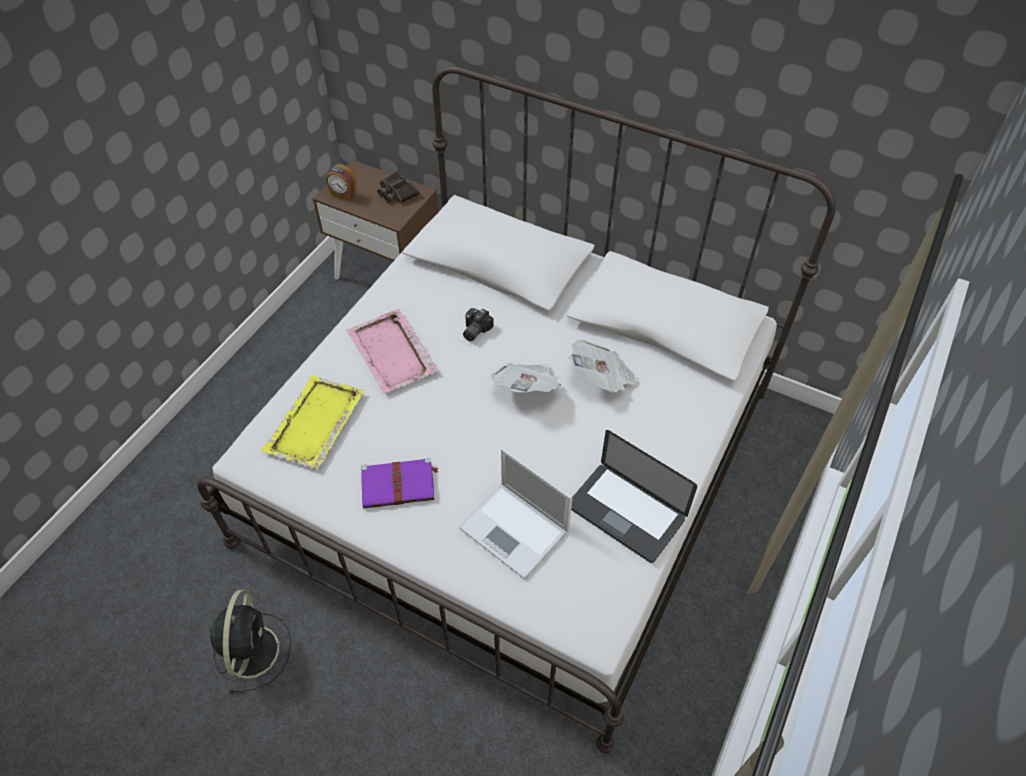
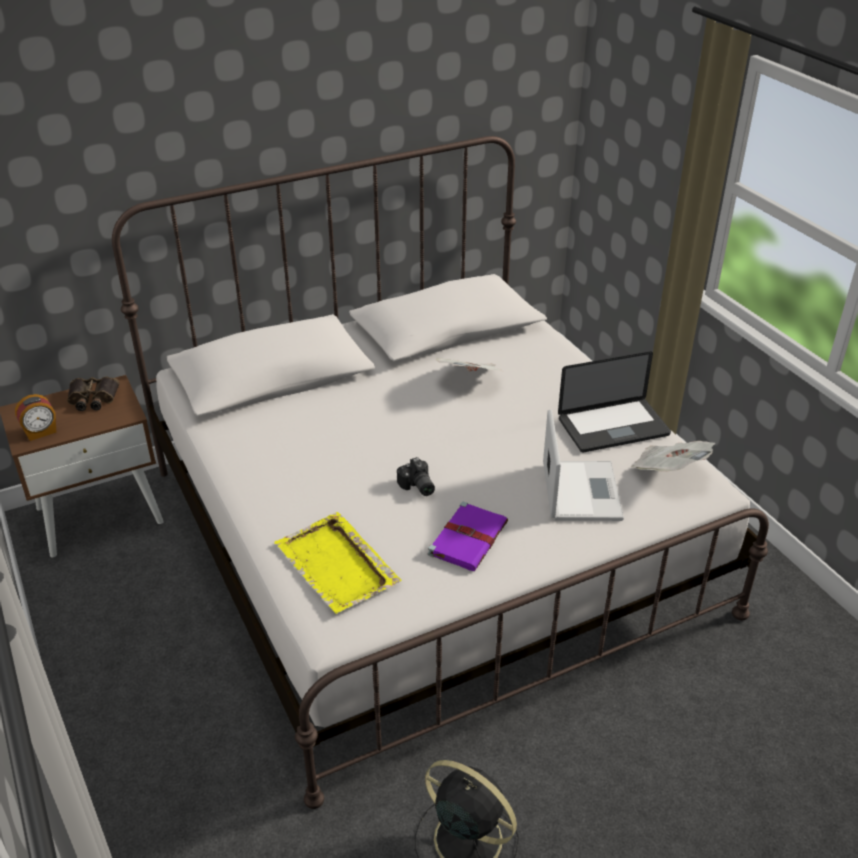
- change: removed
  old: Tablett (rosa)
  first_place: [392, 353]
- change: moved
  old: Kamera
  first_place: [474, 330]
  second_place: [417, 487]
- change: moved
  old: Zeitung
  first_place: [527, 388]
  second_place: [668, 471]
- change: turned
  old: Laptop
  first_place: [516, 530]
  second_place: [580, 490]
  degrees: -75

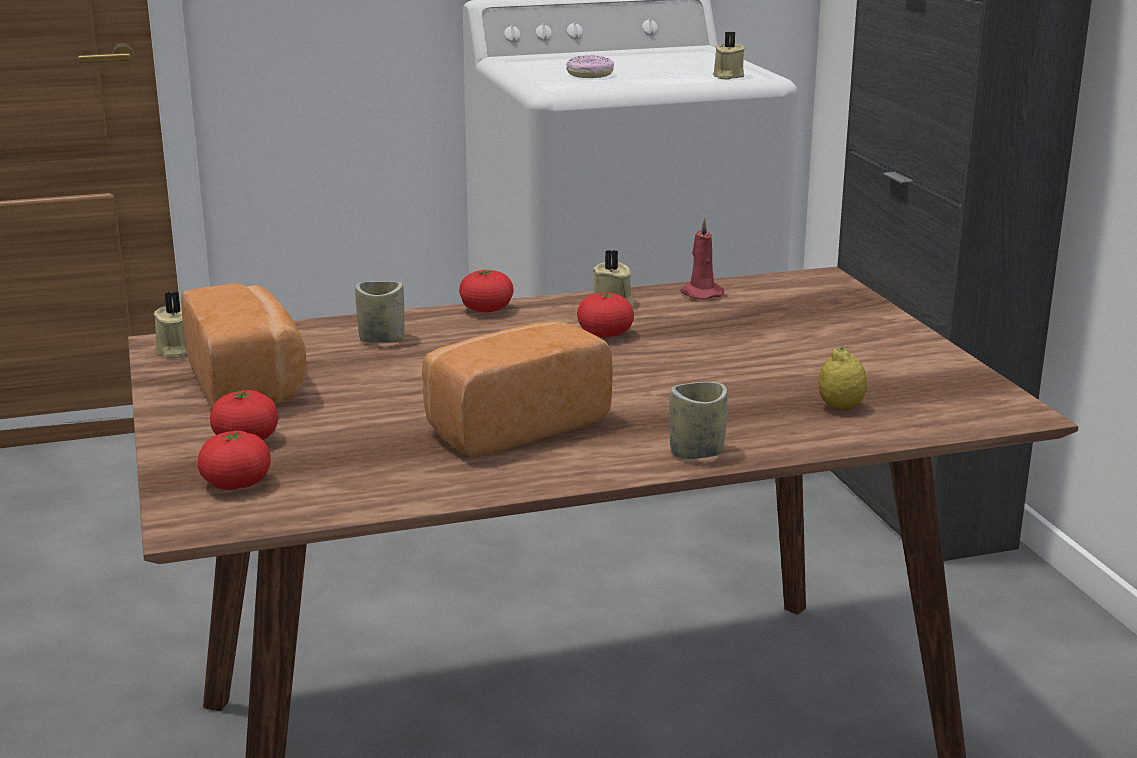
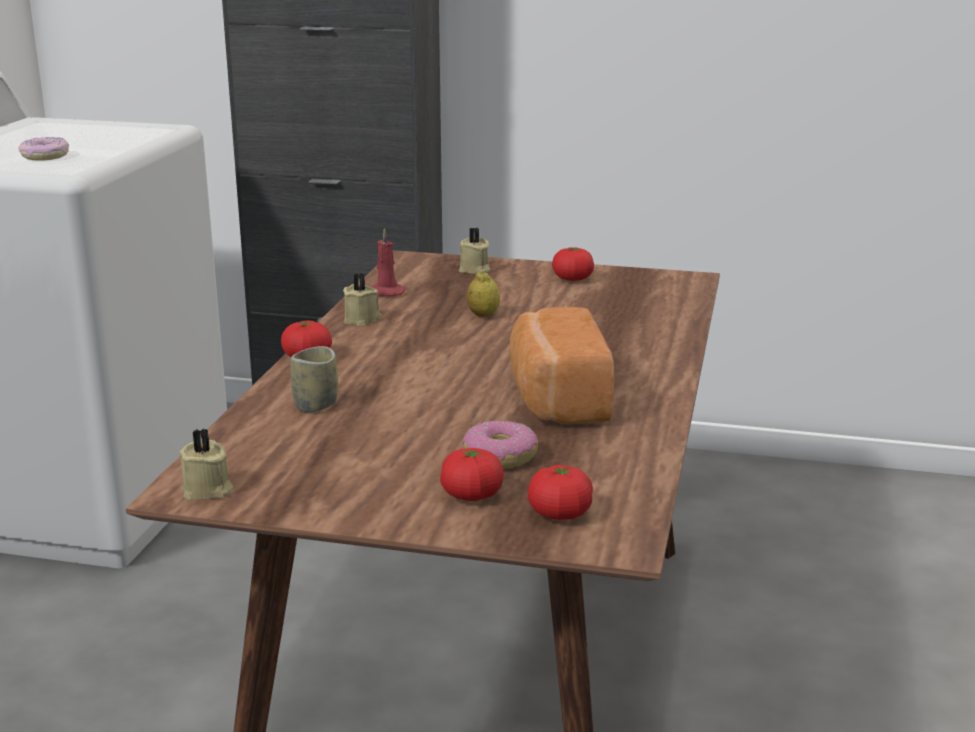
- change: removed
  old: Brot
  first_place: [249, 385]
- change: removed
  old: Tasse
  first_place: [696, 452]
- change: added
  new: Donut
  second_place: [501, 456]
- change: moved
  old: Tomate
  first_place: [605, 334]
  second_place: [572, 279]
- change: moved
  old: Kerze (beige)
  first_place: [727, 76]
  second_place: [475, 270]
- change: moved
  old: Zitrone
  first_place: [840, 407]
  second_place: [483, 315]

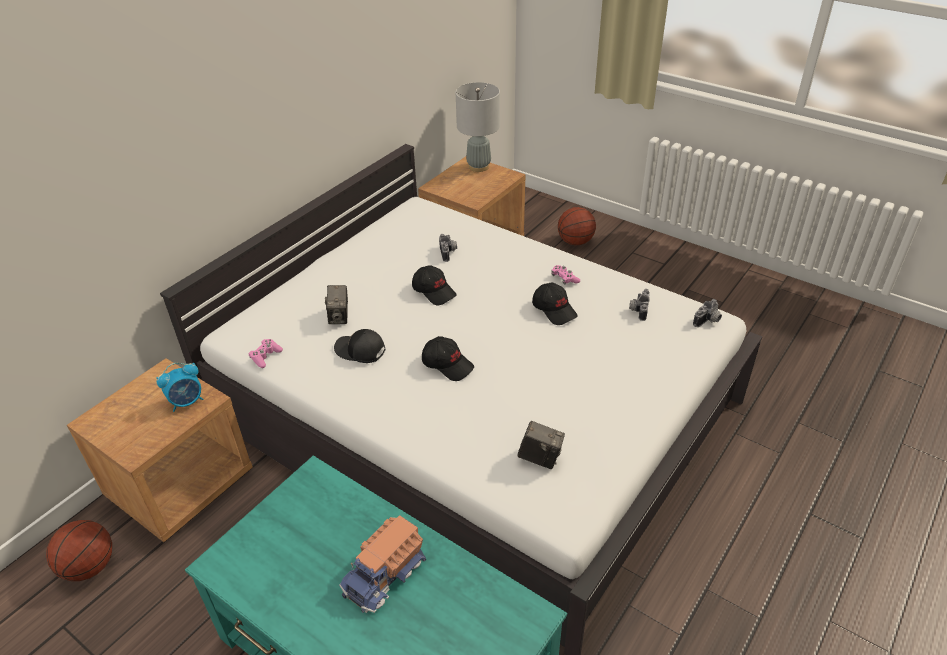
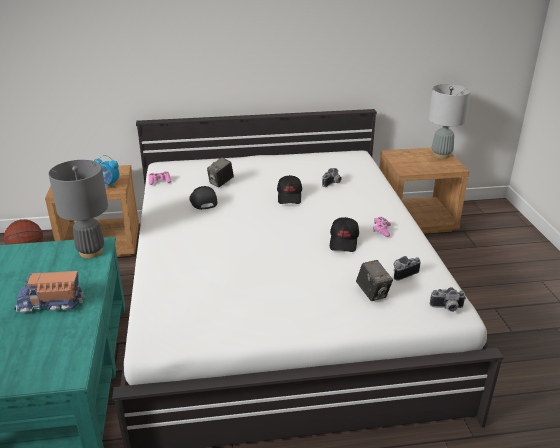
- change: removed
  old: Kappe (schwarz)
  first_place: [447, 364]
- change: removed
  old: Basketball
  first_place: [575, 242]
- change: added
  new: Tischlampe (grau)
  second_place: [91, 252]
- change: moved
  old: Kamera
  first_place: [540, 458]
  second_place: [372, 293]

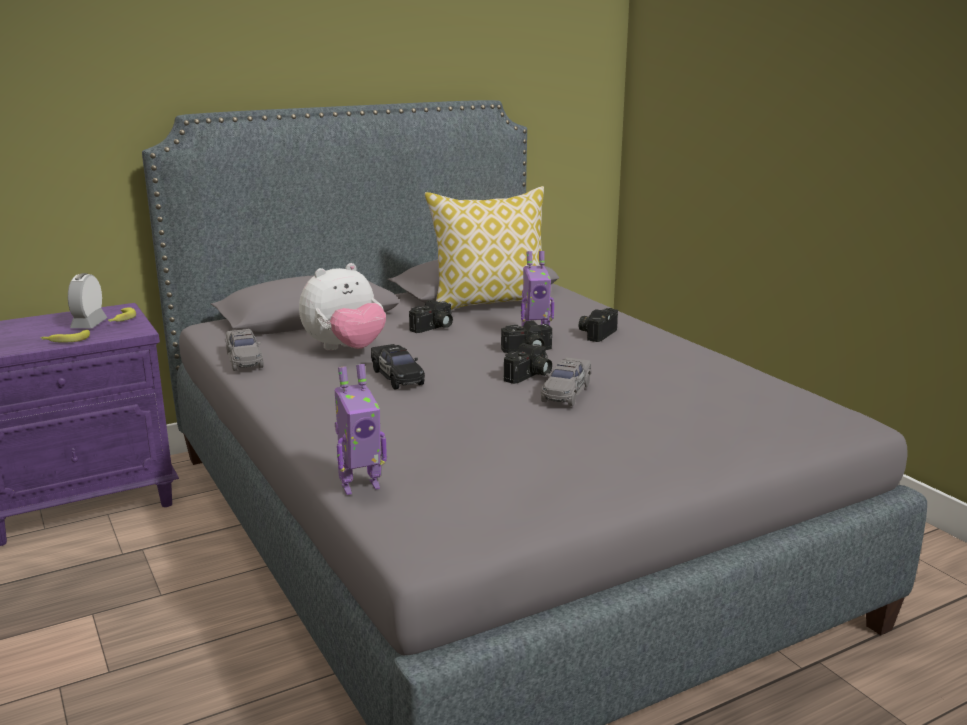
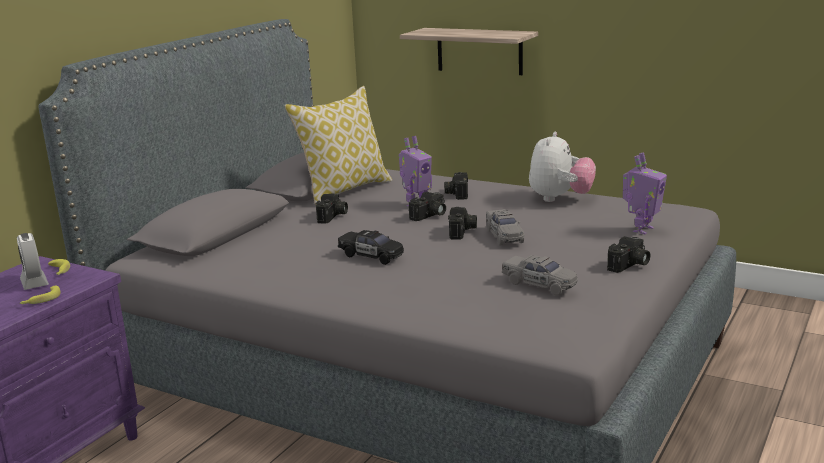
- change: added
  new: Wandregal
  second_place: [479, 51]
- change: added
  new: Kamera
  second_place: [629, 265]
- change: moved
  old: Spielzeugauto (grau)
  first_place: [244, 360]
  second_place: [539, 284]
- change: moved
  old: Plüschtier
  first_place: [345, 349]
  second_place: [560, 198]
- change: moved
  old: Spielzeugroboter
  first_place: [359, 485]
  second_place: [641, 229]

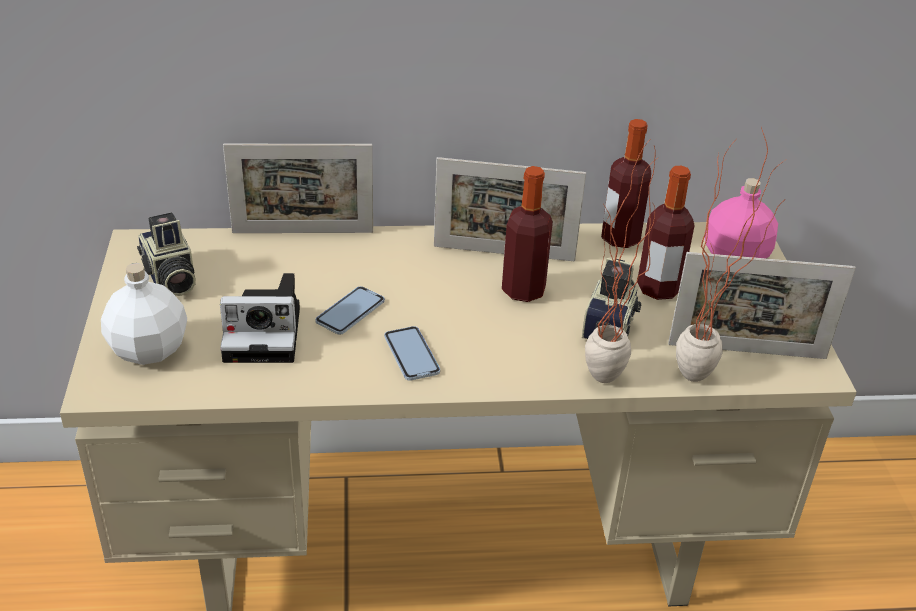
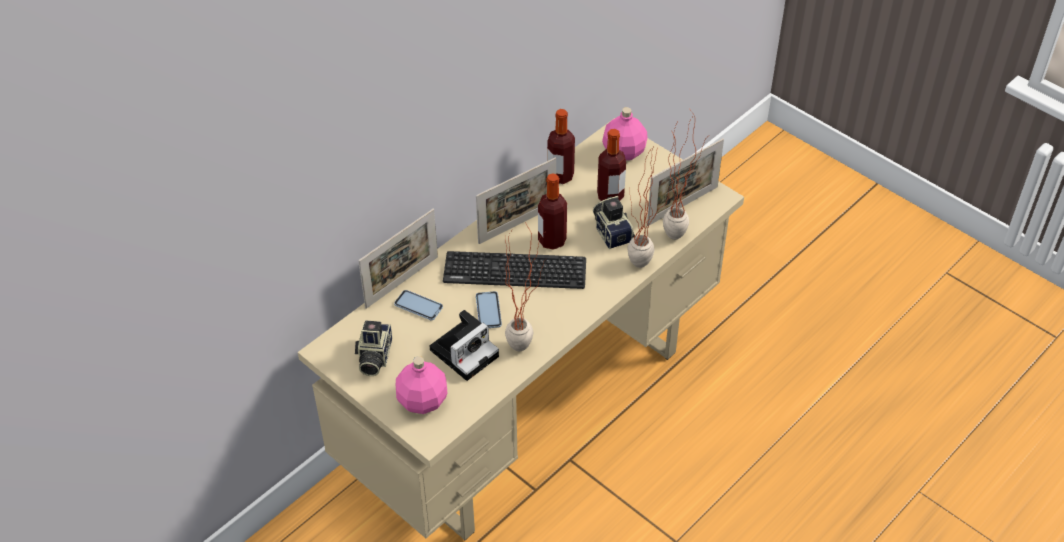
- change: added
  new: Tastatur
  second_place: [515, 271]
- change: added
  new: Topfpflanze
  second_place: [528, 345]
- change: moved
  old: Handy
  first_place: [411, 355]
  second_place: [418, 306]
- change: recoloured
  old: Flasche (weiß)
  new: Flasche (rosa)
  first_place: [148, 350]
  second_place: [422, 401]
- change: turned
  old: Kamera
  first_place: [169, 278]
  second_place: [373, 357]
  degrees: 75

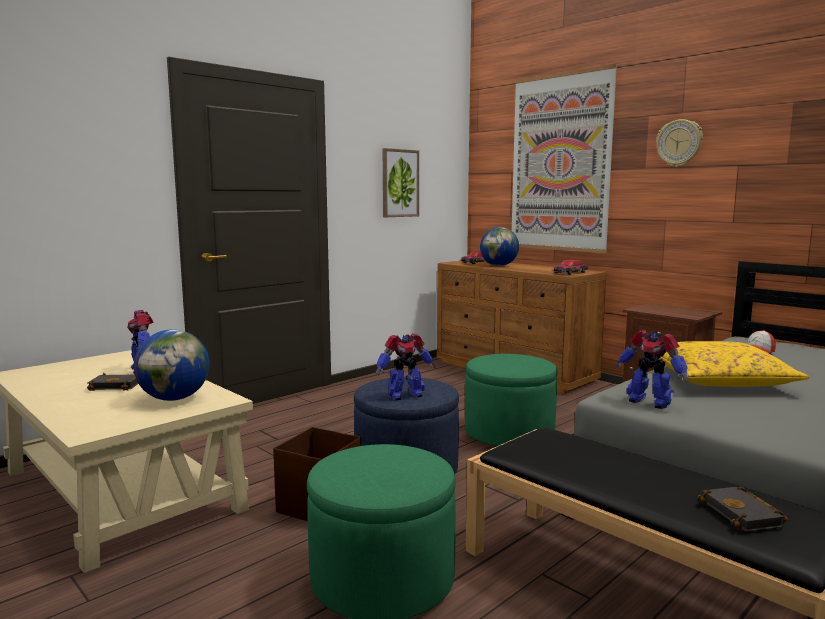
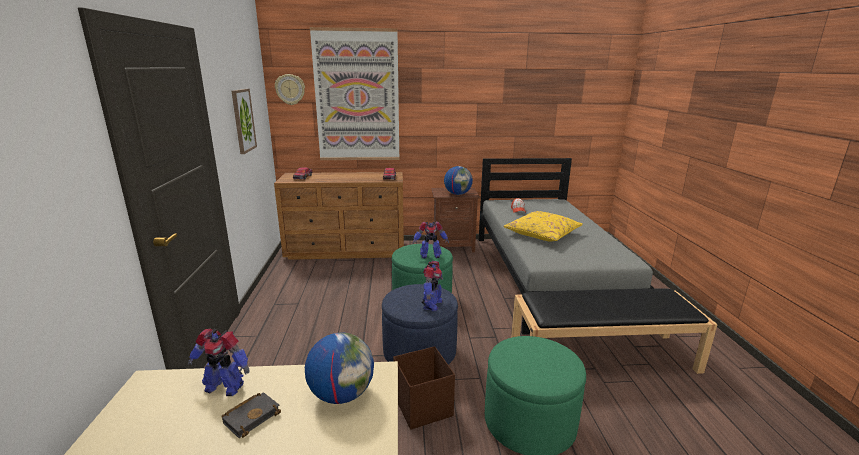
- change: removed
  old: Buch (schwarz)
  first_place: [744, 515]
- change: moved
  old: Globus
  first_place: [499, 266]
  second_place: [457, 194]
- change: moved
  old: Spielzeugroboter
  first_place: [649, 402]
  second_place: [430, 255]
- change: moved
  old: Wanduhr
  first_place: [679, 143]
  second_place: [290, 89]

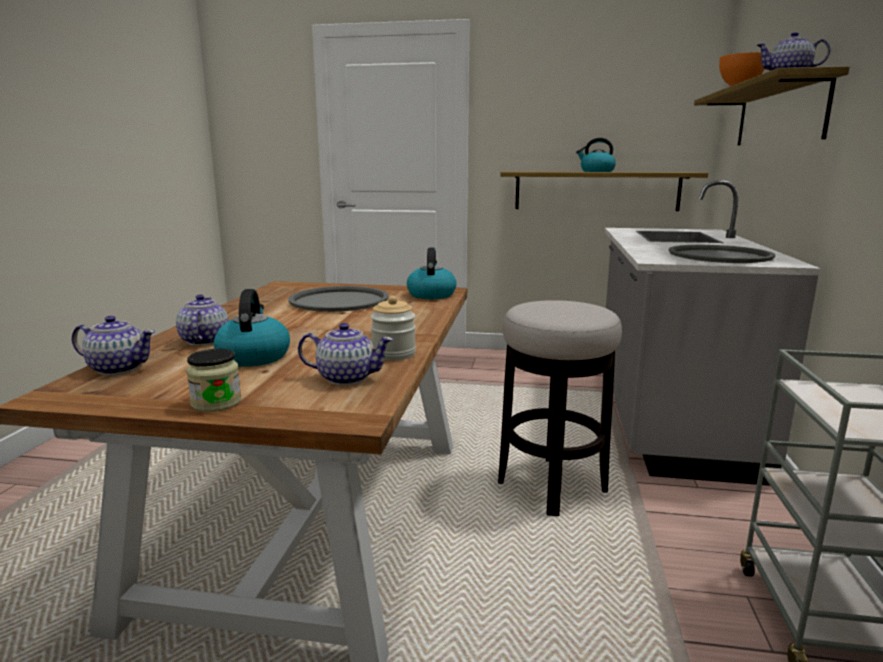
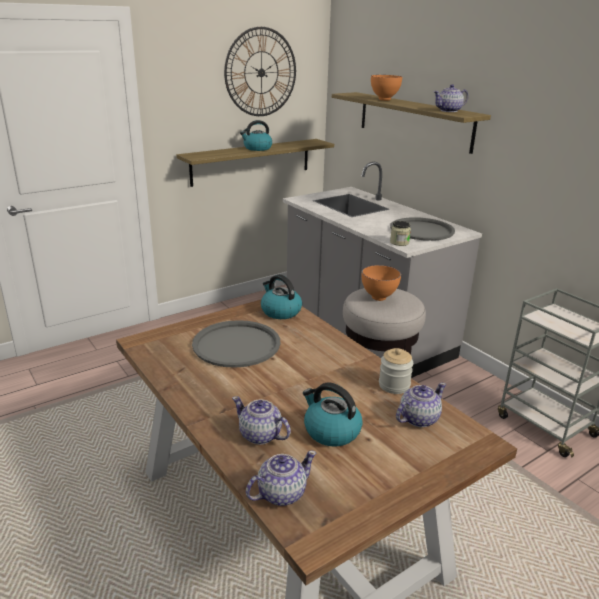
- change: added
  new: Wanduhr
  second_place: [261, 72]
- change: added
  new: Schüssel (orange)
  second_place: [379, 298]
- change: moved
  old: Vorratsglas
  first_place: [216, 403]
  second_place: [399, 242]

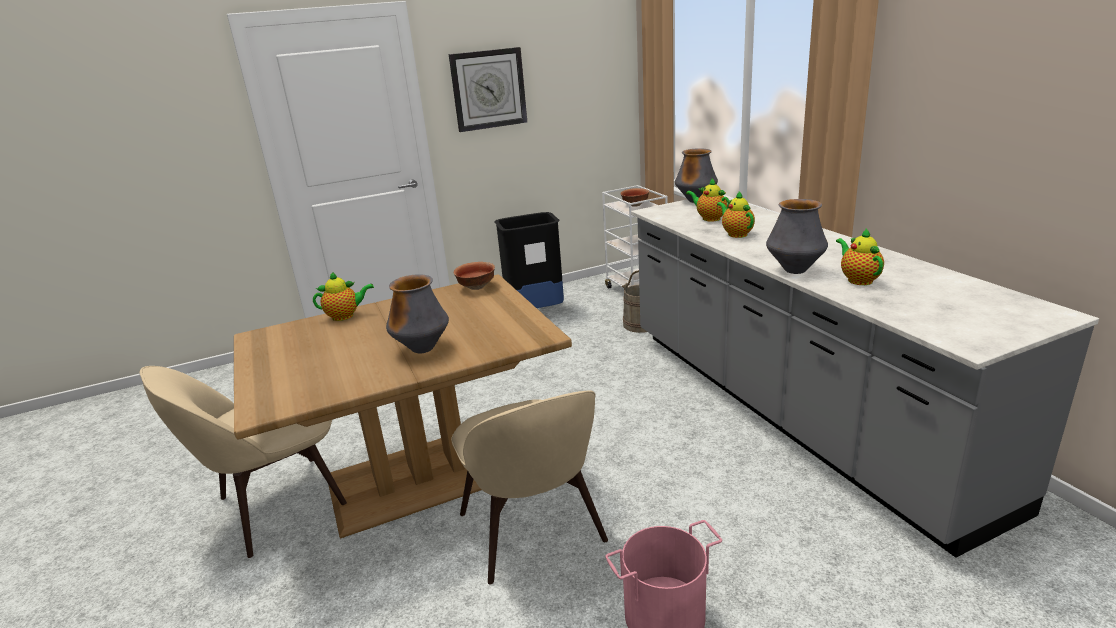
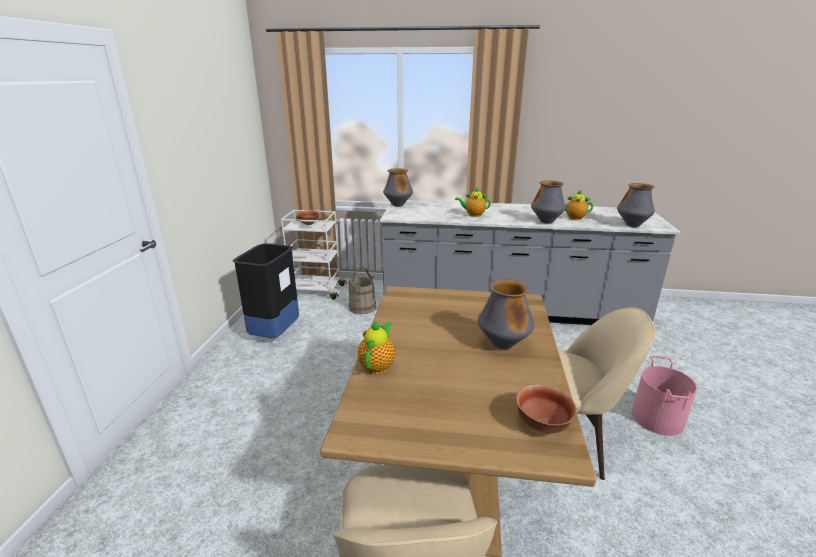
- change: removed
  old: Wanduhr
  first_place: [488, 89]
- change: removed
  old: Teekanne
  first_place: [709, 218]
- change: added
  new: Vase
  second_place: [632, 225]
- change: moved
  old: Schüssel
  first_place: [477, 287]
  second_place: [543, 424]

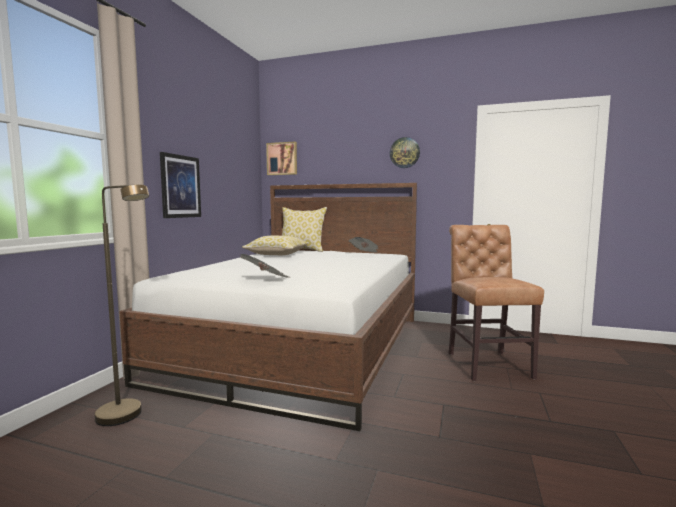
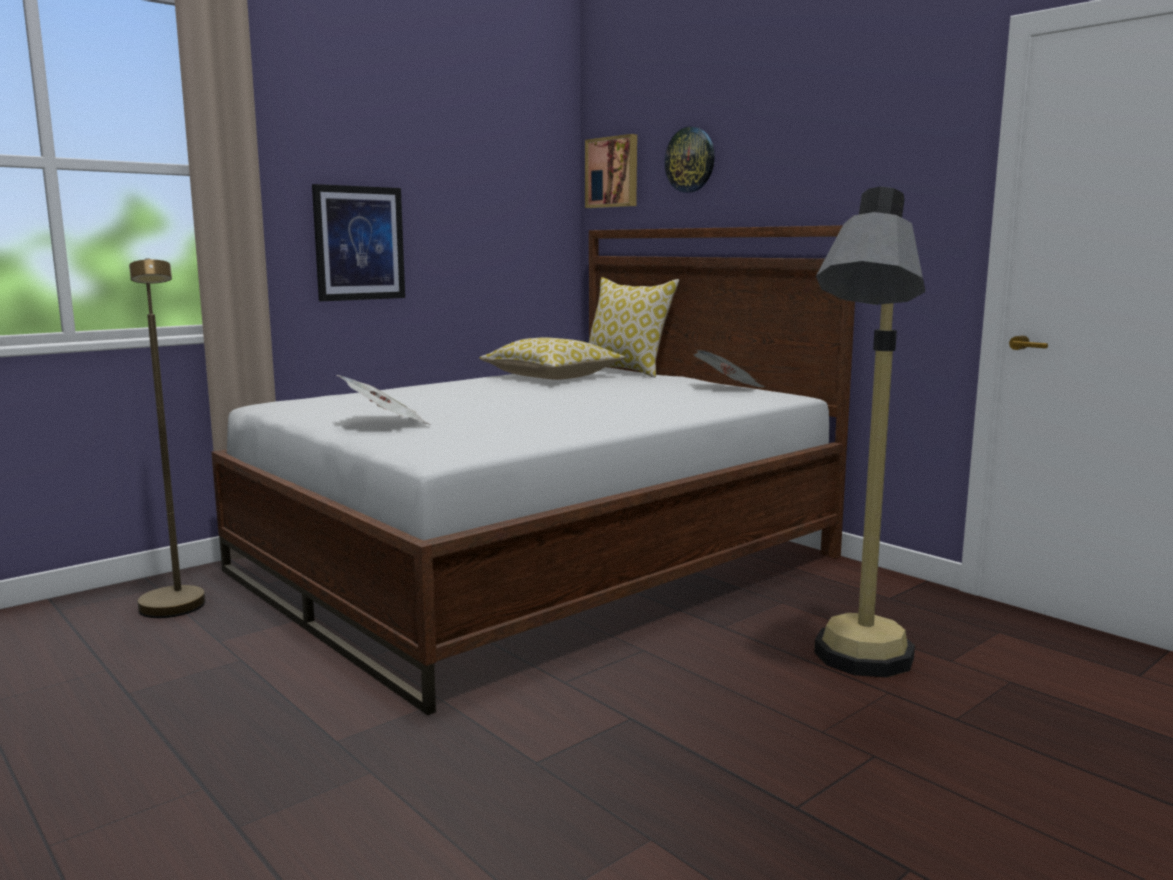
- change: moved
  old: Wanduhr
  first_place: [404, 152]
  second_place: [690, 160]
- change: replaced
  old: Stuhl (braun)
  new: Stehlampe
  first_place: [486, 363]
  second_place: [855, 674]

